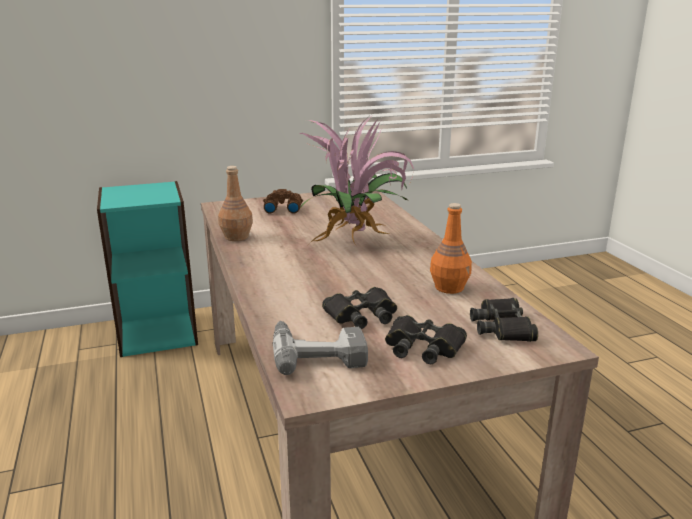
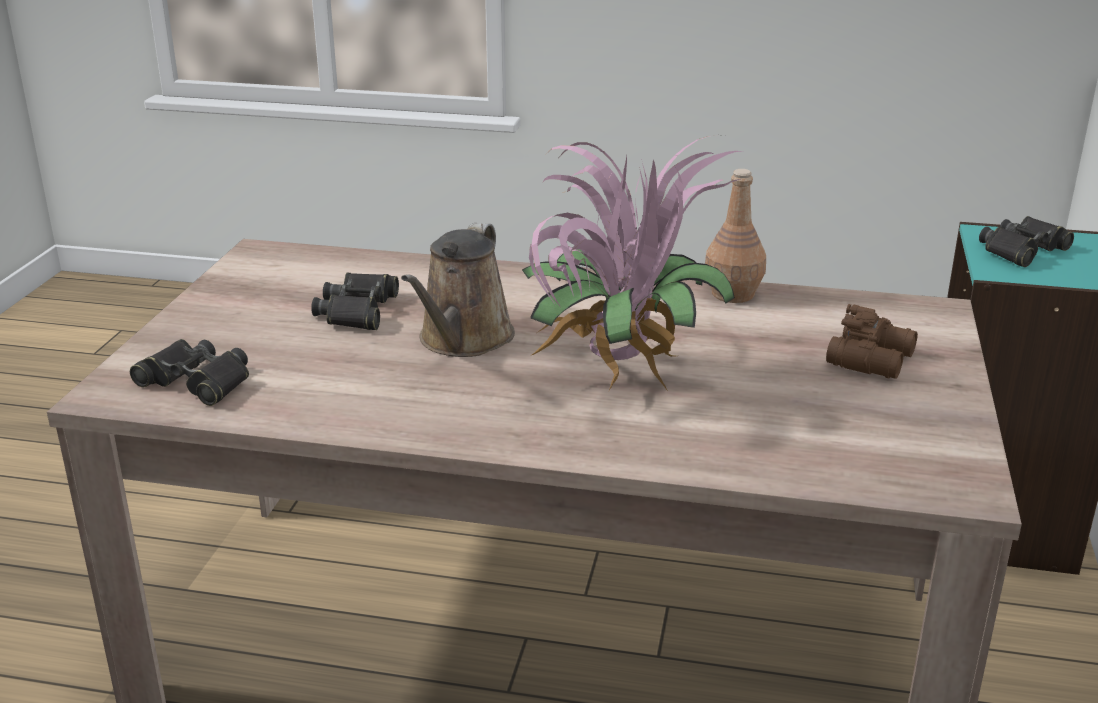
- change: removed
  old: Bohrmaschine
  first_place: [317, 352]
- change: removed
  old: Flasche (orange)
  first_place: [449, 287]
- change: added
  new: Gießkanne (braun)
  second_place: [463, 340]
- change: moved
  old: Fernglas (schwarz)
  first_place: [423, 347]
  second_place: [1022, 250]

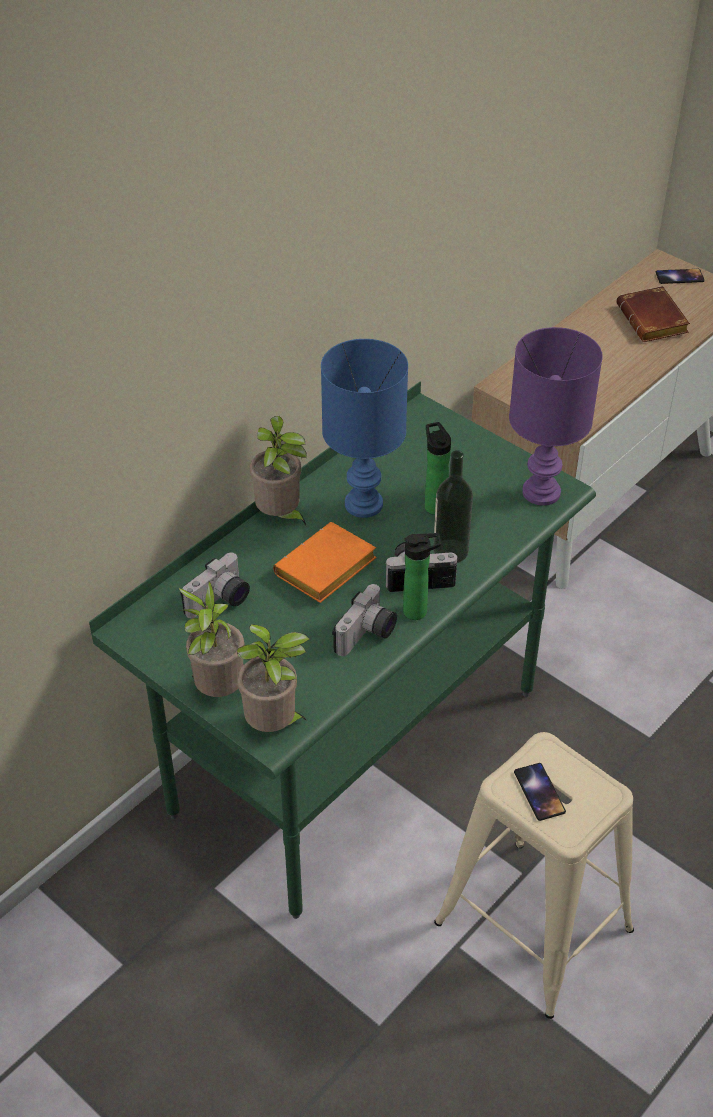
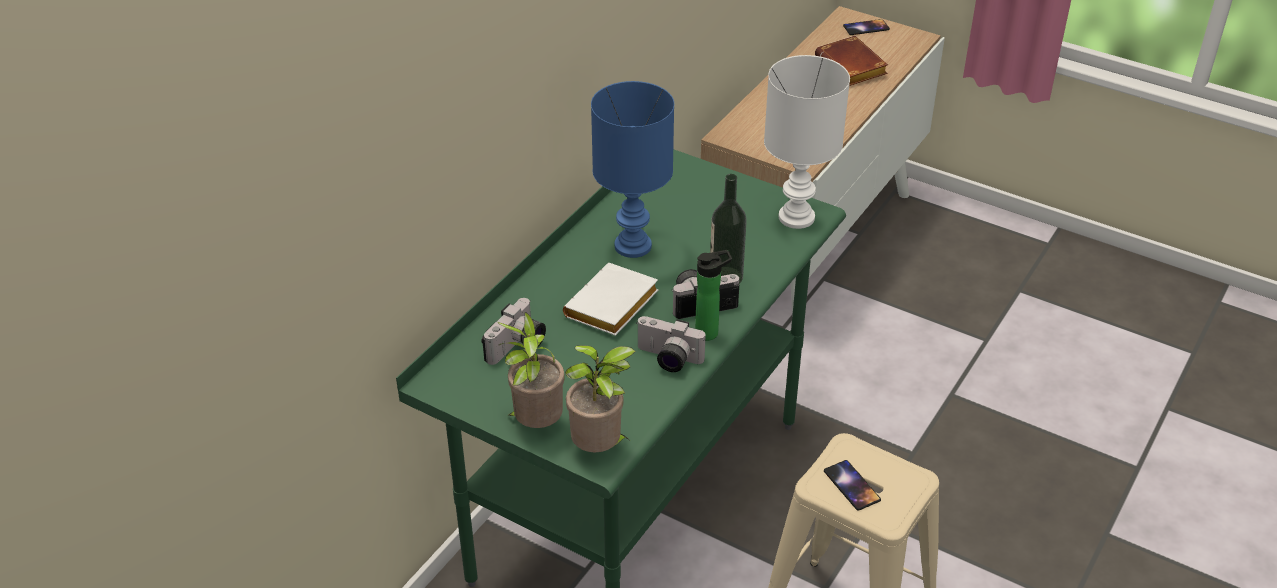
- change: removed
  old: Topfpflanze
  first_place: [280, 516]
- change: removed
  old: Flasche
  first_place: [434, 505]
- change: recoloured
  old: Buch (orange)
  new: Buch (weiß)
  first_place: [325, 571]
  second_place: [612, 308]
- change: recoloured
  old: Tischlampe (lila)
  new: Tischlampe (weiß)
  first_place: [542, 493]
  second_place: [797, 218]
- change: turned
  old: Kamera
  first_place: [367, 635]
  second_place: [667, 359]
  degrees: 90

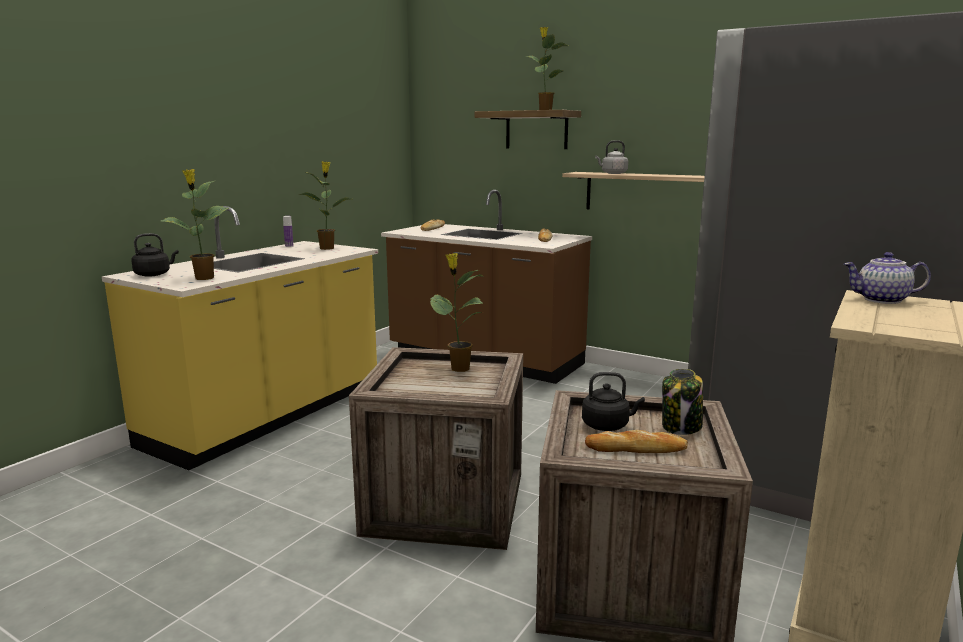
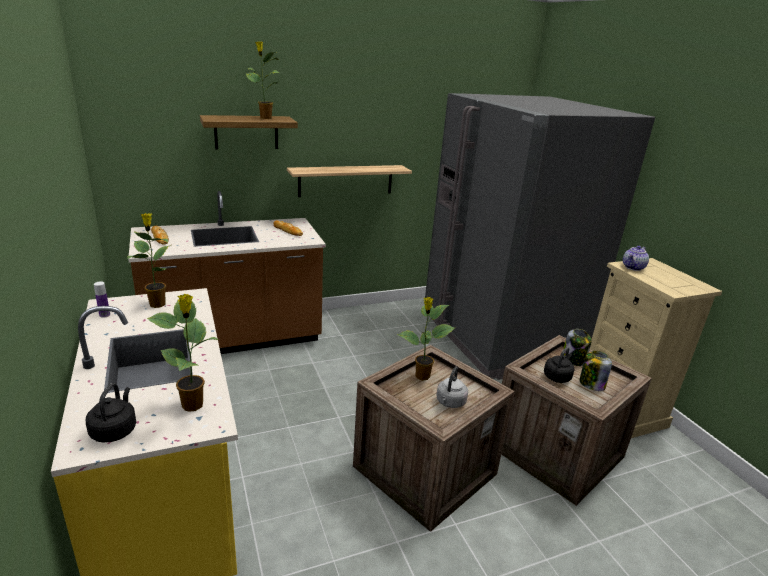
- change: moved
  old: Wasserkessel (grau)
  first_place: [612, 173]
  second_place: [450, 403]
- change: replaced
  old: Brot
  new: Vorratsglas
  first_place: [636, 448]
  second_place: [591, 384]

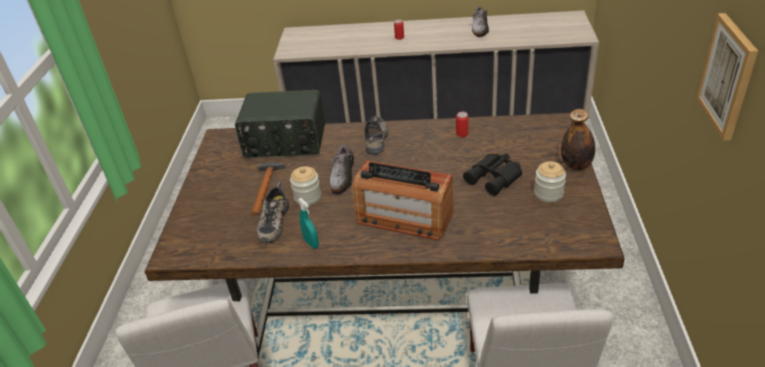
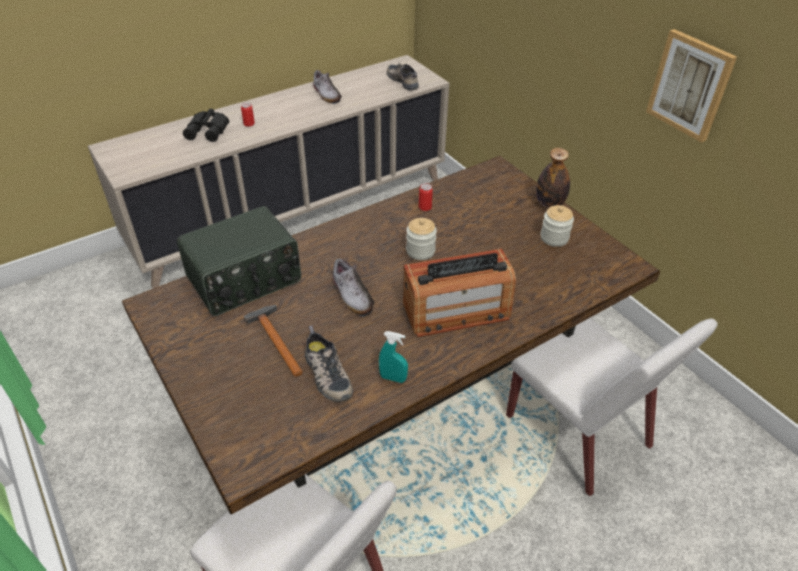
- change: moved
  old: Vorratsglas
  first_place: [308, 197]
  second_place: [420, 251]
- change: moved
  old: Schuh
  first_place: [377, 139]
  second_place: [403, 80]
- change: moved
  old: Fernglas (schwarz)
  first_place: [495, 178]
  second_place: [209, 130]

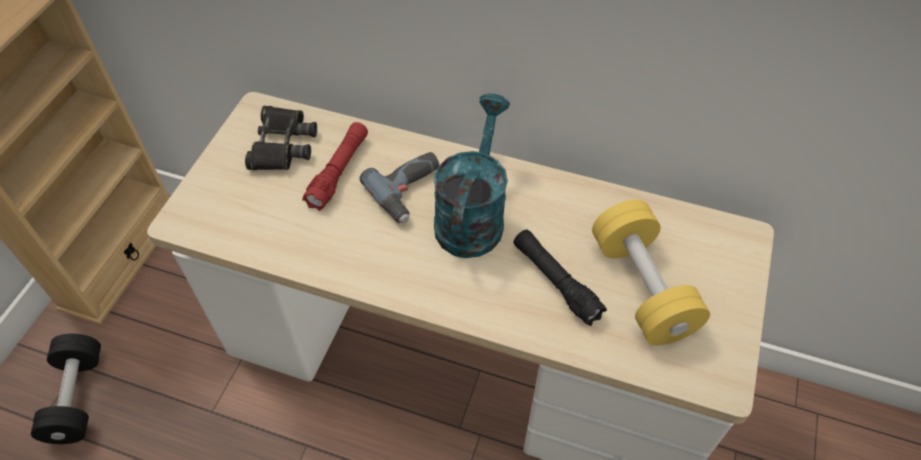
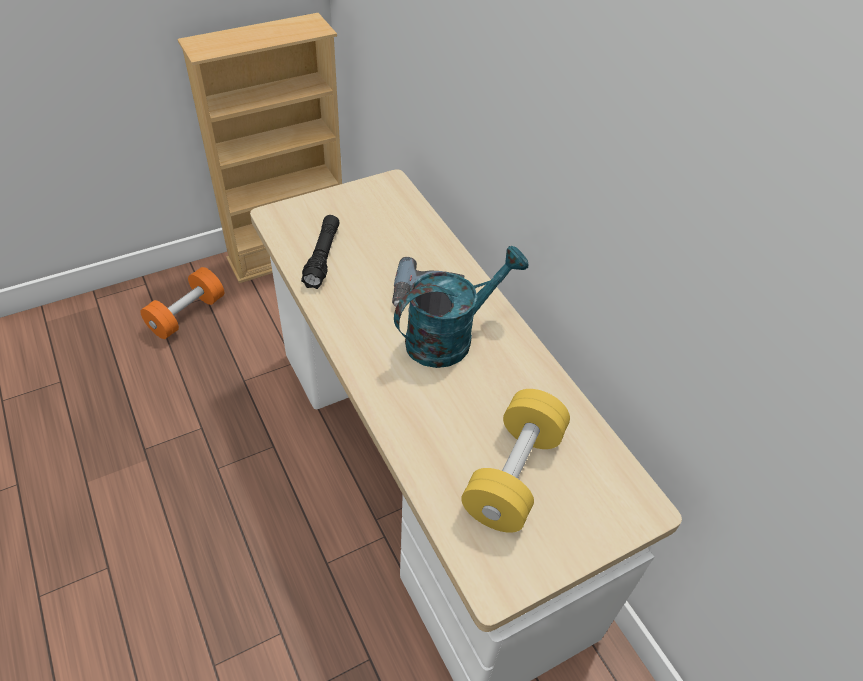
- change: removed
  old: Fernglas (schwarz)
  first_place: [282, 144]
- change: removed
  old: Taschenlampe (rot)
  first_place: [339, 172]
- change: moved
  old: Taschenlampe (schwarz)
  first_place: [556, 282]
  second_place: [322, 257]
- change: recoloured
  old: Hantel (schwarz)
  new: Hantel (orange)
  first_place: [77, 397]
  second_place: [187, 314]

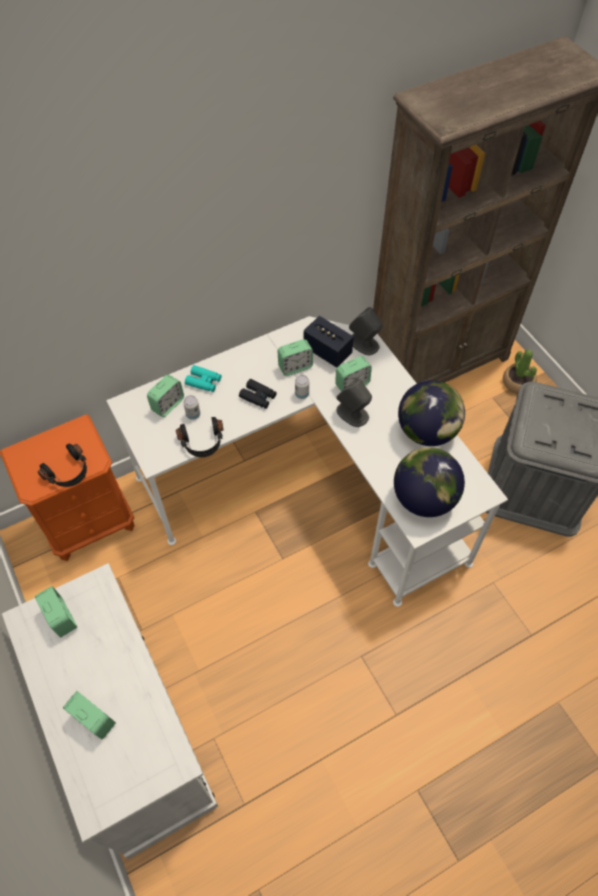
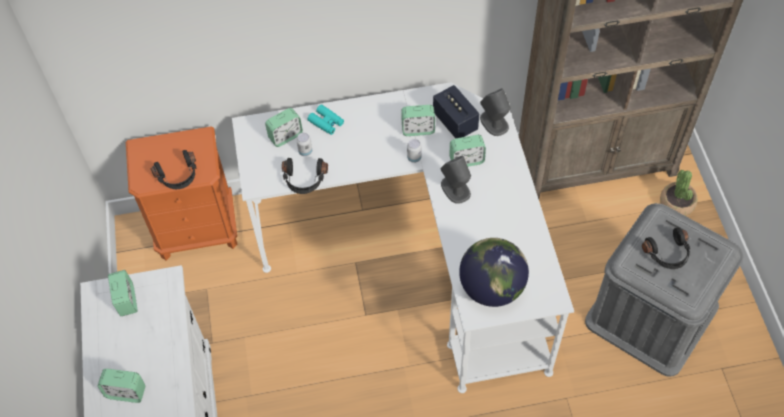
- change: removed
  old: Fernglas (schwarz)
  first_place: [258, 397]
- change: removed
  old: Globus
  first_place: [427, 431]
- change: added
  new: Kopfhörer (schwarz)
  second_place: [668, 254]
- change: turned
  old: Wecker
  first_place: [94, 720]
  second_place: [126, 392]
  degrees: 135

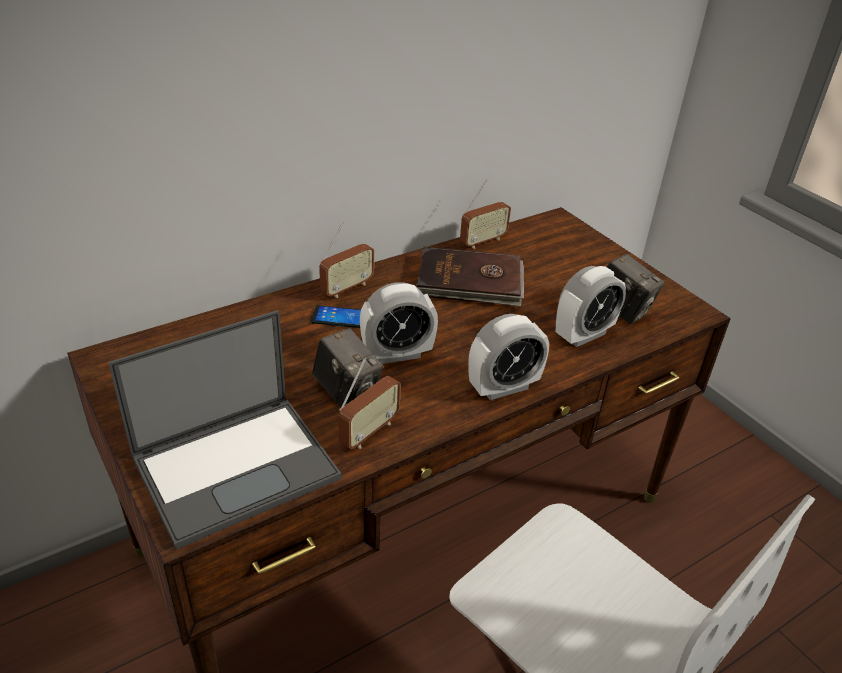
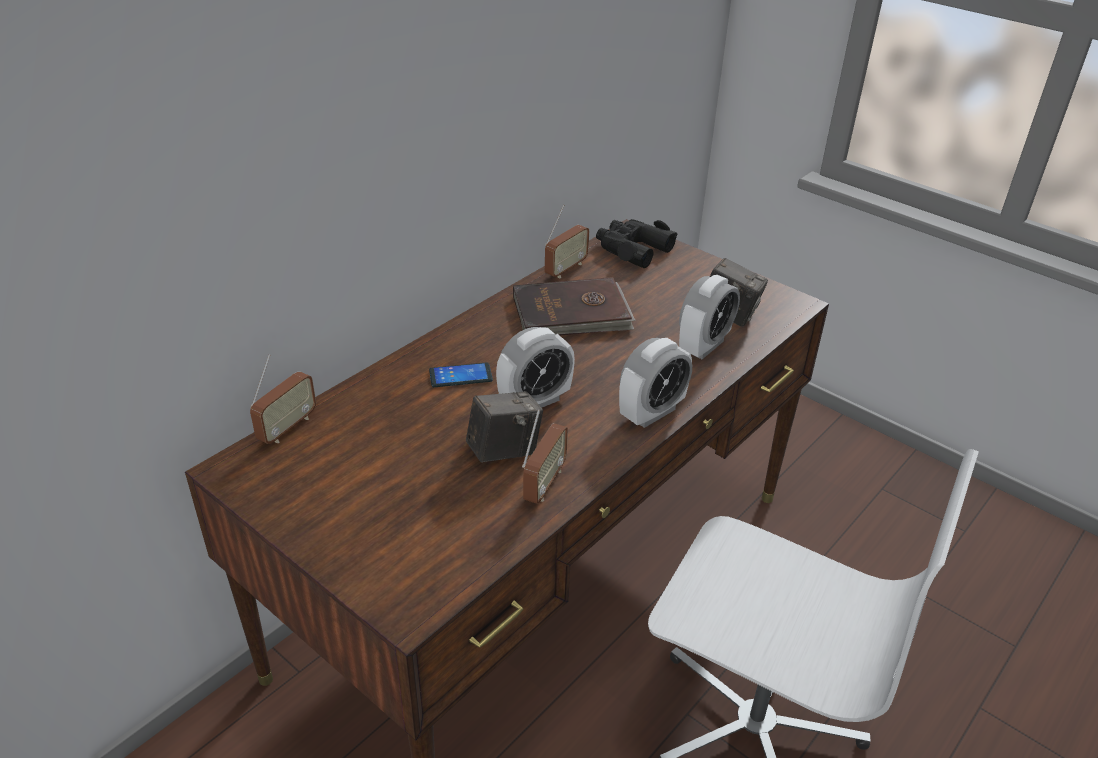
- change: removed
  old: Laptop
  first_place: [237, 466]
- change: added
  new: Fernglas (schwarz)
  second_place: [632, 249]
- change: moved
  old: Radio
  first_place: [347, 288]
  second_place: [287, 428]
- change: turned
  old: Kamera
  first_place: [347, 393]
  second_place: [504, 450]
  degrees: -60

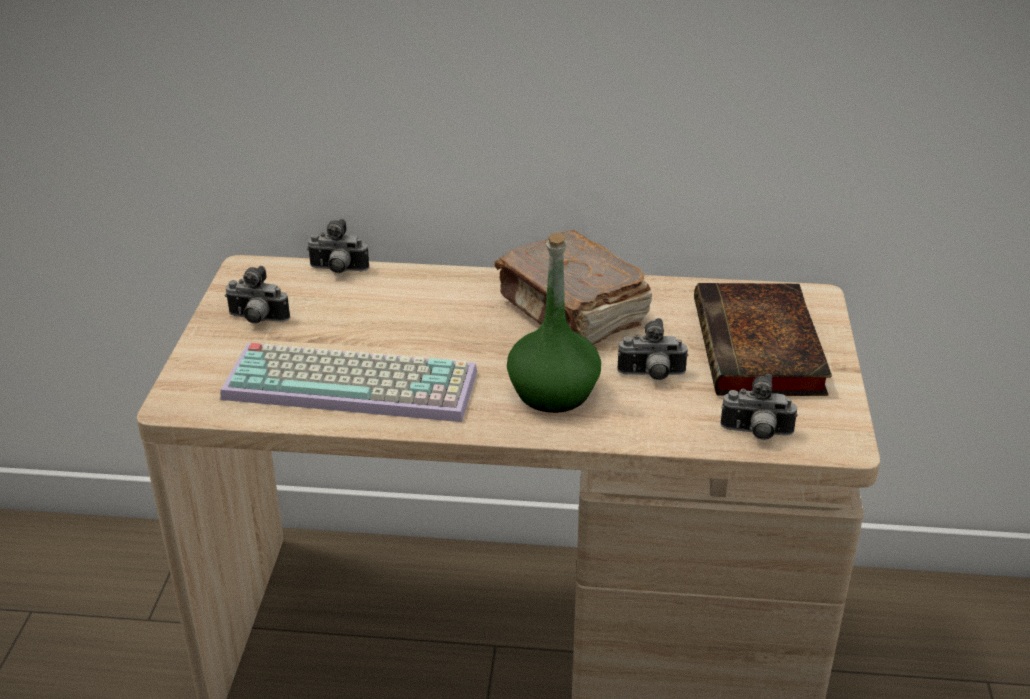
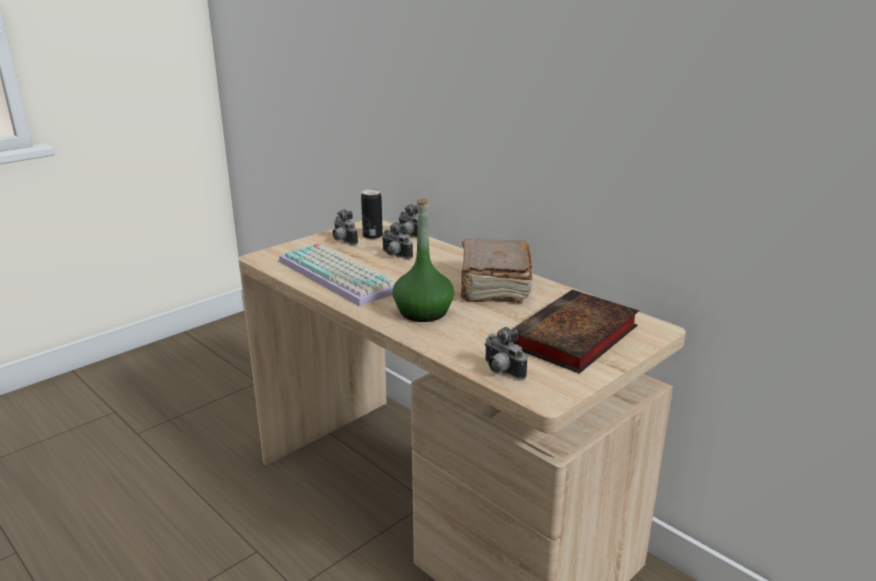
- change: added
  new: Dose
  second_place: [372, 236]
- change: moved
  old: Kamera
  first_place: [651, 376]
  second_place: [394, 256]

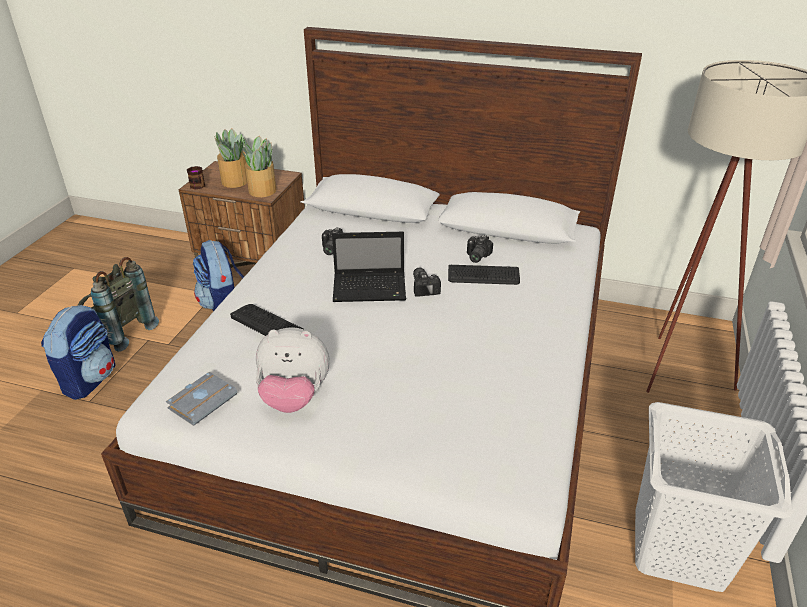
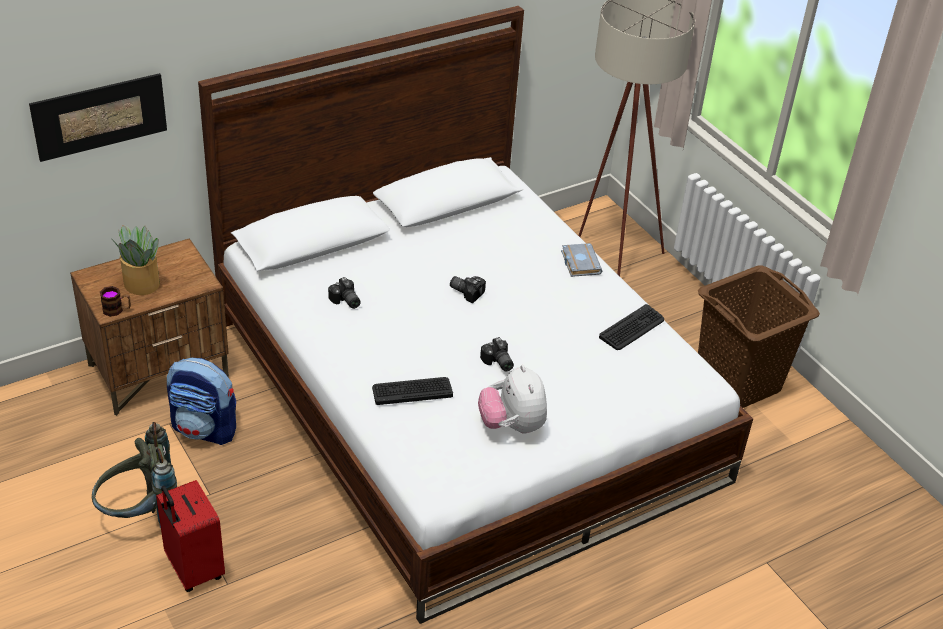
- change: removed
  old: Topfpflanze
  first_place: [262, 190]
- change: removed
  old: Laptop
  first_place: [371, 288]
- change: added
  new: Bild
  second_place: [99, 116]
- change: moved
  old: Buch (grau)
  first_place: [202, 400]
  second_place: [579, 262]
- change: moved
  old: Tastatur
  first_place: [483, 276]
  second_place: [632, 328]
- change: moved
  old: Kamera
  first_place: [476, 256]
  second_place: [497, 363]
- change: replaced
  old: Rucksack
  new: Koffer (rot)
  first_place: [90, 379]
  second_place: [193, 569]
- change: recoloured
  old: Wäschekorb (weiß)
  new: Wäschekorb (braun)
  first_place: [679, 548]
  second_place: [738, 382]
- change: turned
  old: Plüschtier
  first_place: [294, 397]
  second_place: [512, 425]
  degrees: 120

